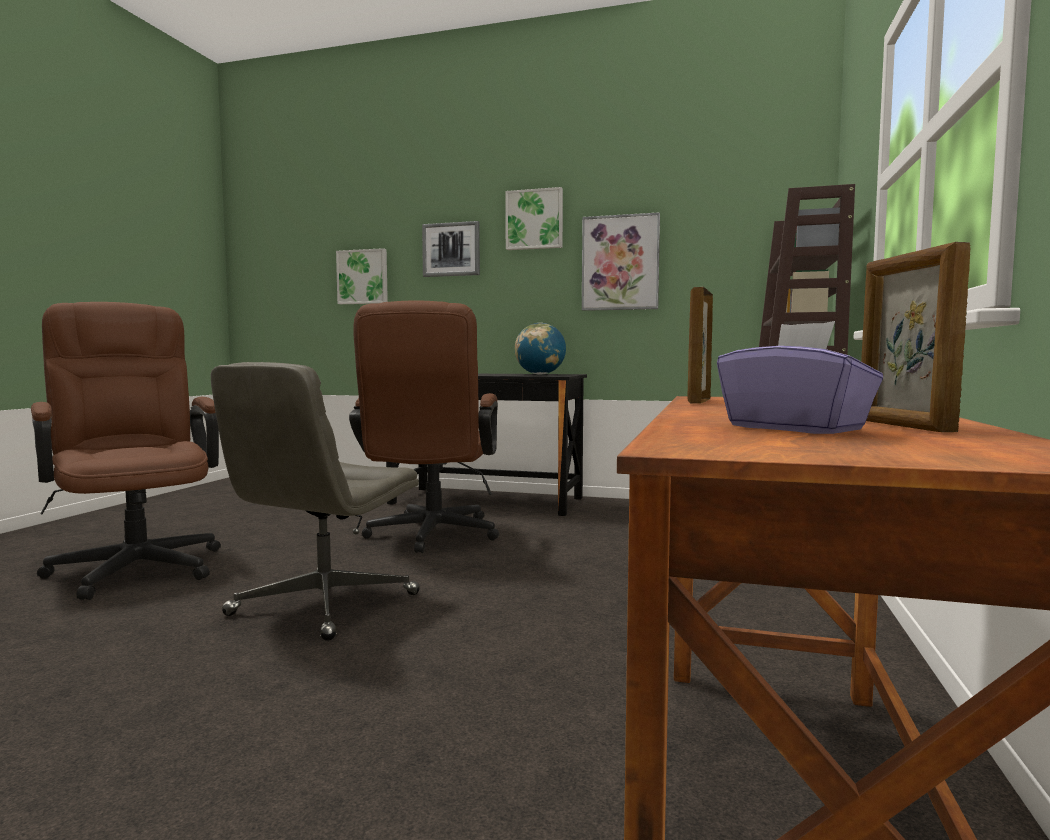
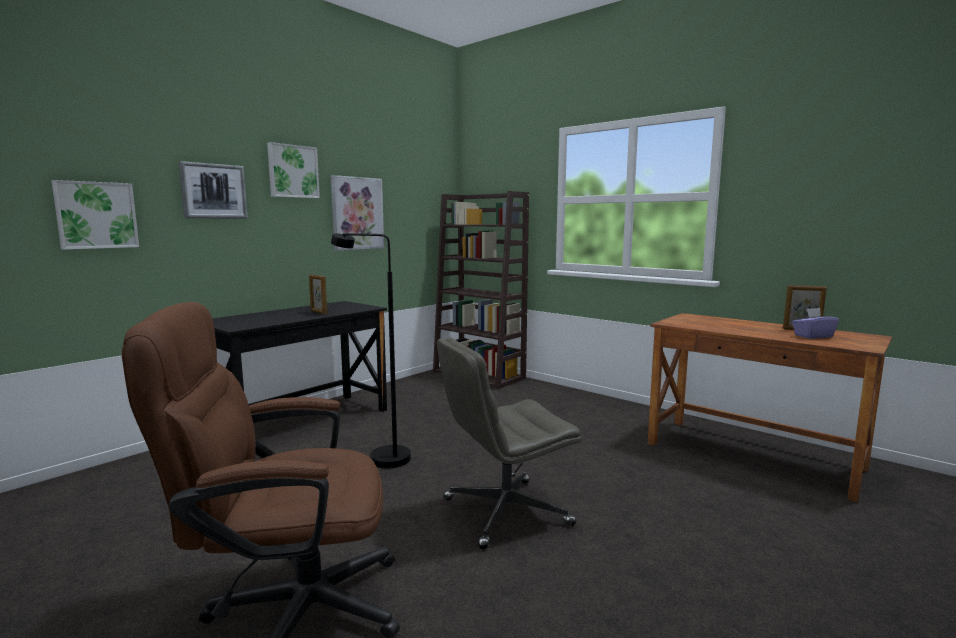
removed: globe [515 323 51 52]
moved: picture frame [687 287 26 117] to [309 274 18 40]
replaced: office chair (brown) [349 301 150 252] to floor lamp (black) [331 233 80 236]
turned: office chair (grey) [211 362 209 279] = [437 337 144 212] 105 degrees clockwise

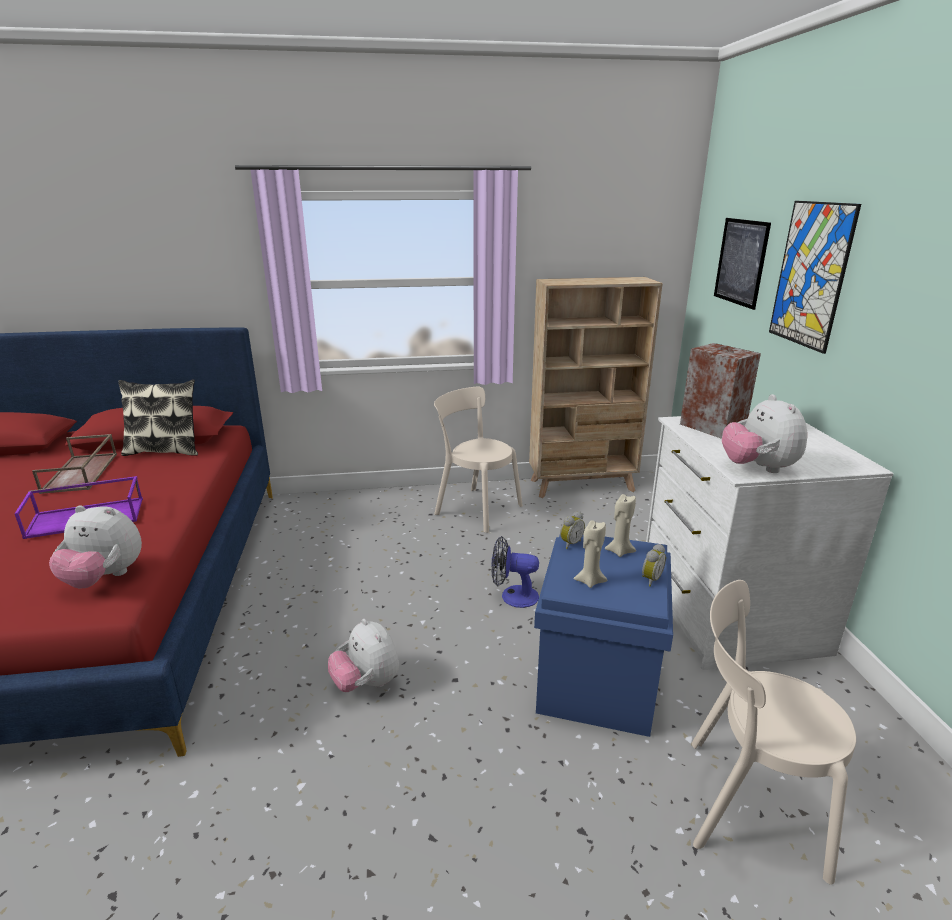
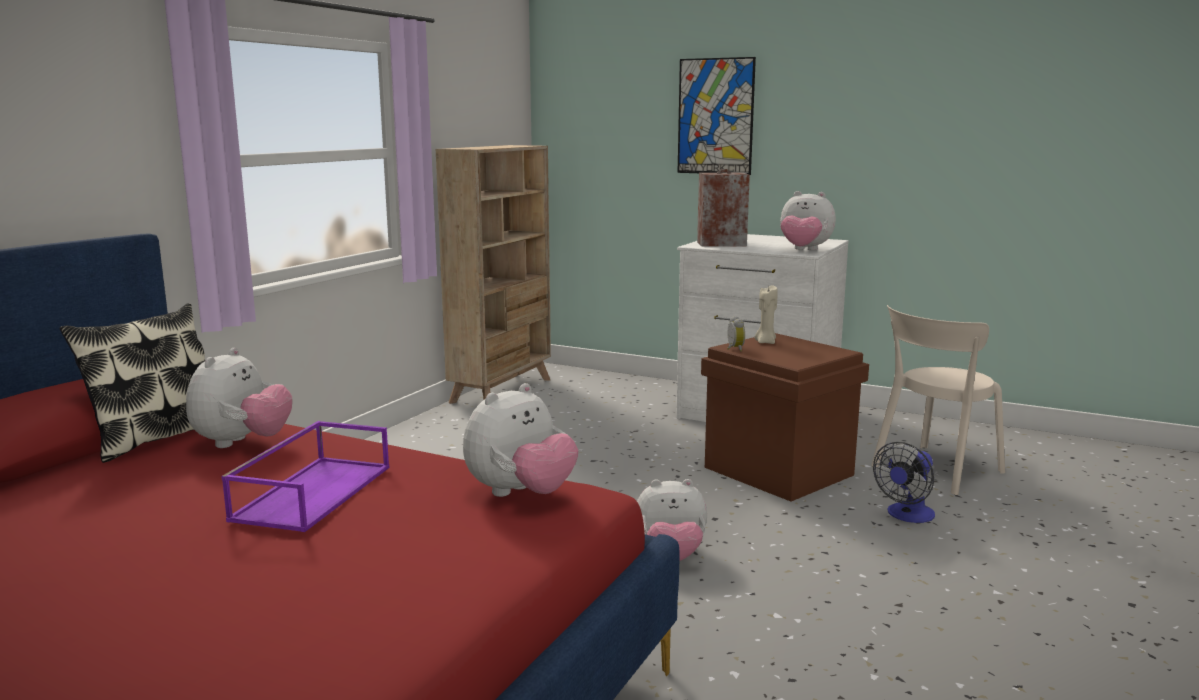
removed: picture [714 218 57 92]; chair (beige) [434 387 89 146]; tray (brown) [32 434 85 60]; candle (beige) [574 520 33 68]; alarm clock [642 544 24 43]
added: plush toy [186 348 106 100]
moved: fan [492 536 47 72] to [873 442 62 81]
recoloured: storage box (blue) [534 535 139 202] to storage box (brown) [701 333 168 169]

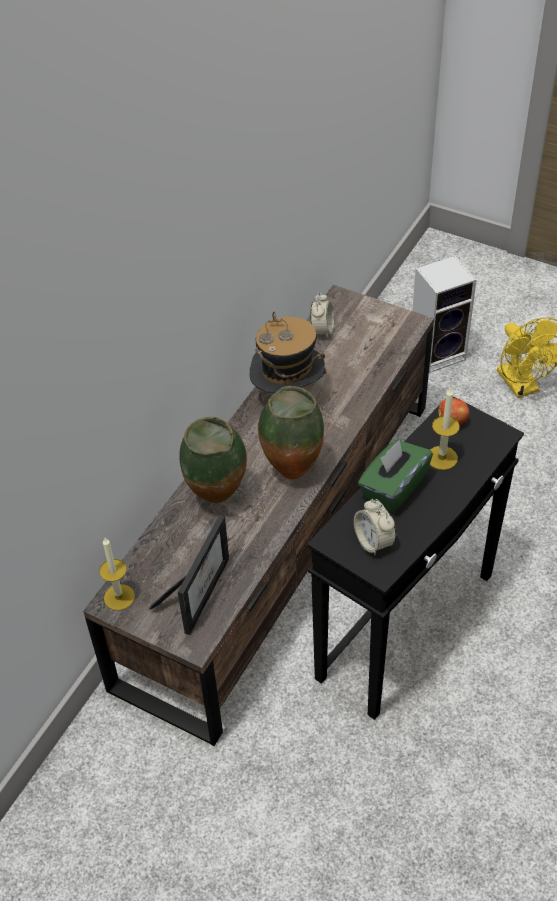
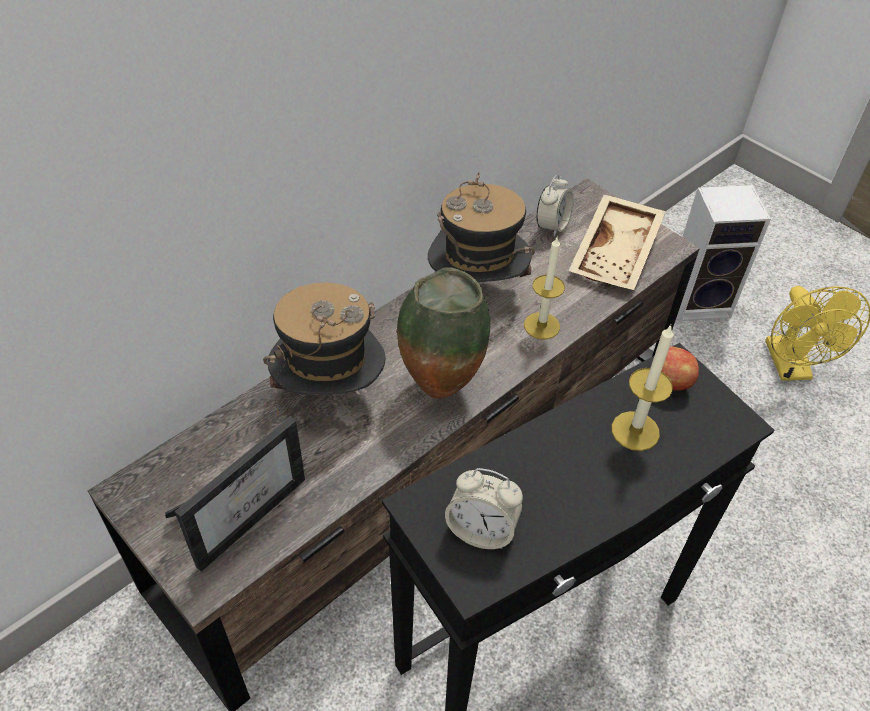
removed: tissue box (green) [358 439 75 74]
added: tray (beige) [569 194 97 96]
moved: candle [99 538 36 73] to [524 237 41 102]
replaced: vase [179 417 68 86] to hat [263 282 123 133]
turned: alarm clock [354 499 42 57] = [445 468 78 81] 60 degrees counterclockwise

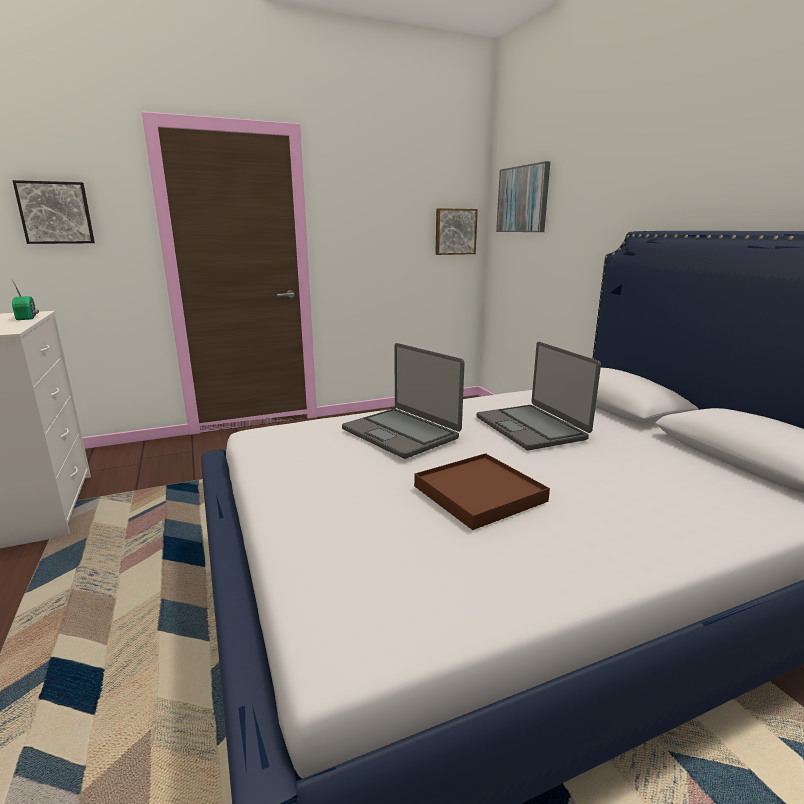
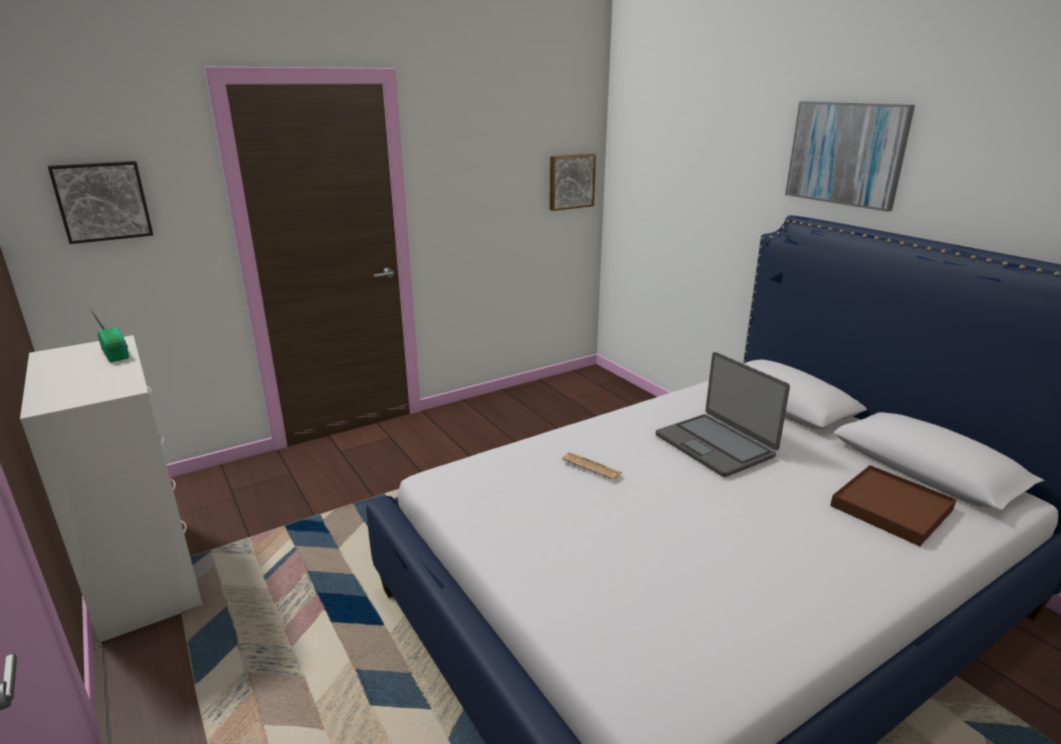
moved: picture [496 161 54 71] to [785 101 130 111]; tray (brown) [414 453 136 77] to [830 465 127 81]
replaced: laptop [342 343 123 116] to newspaper [562 452 60 28]

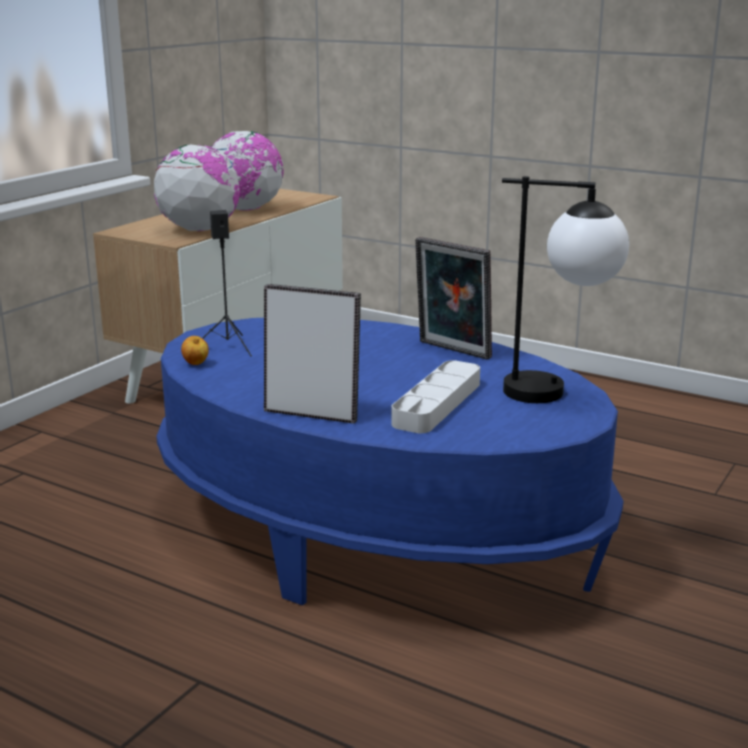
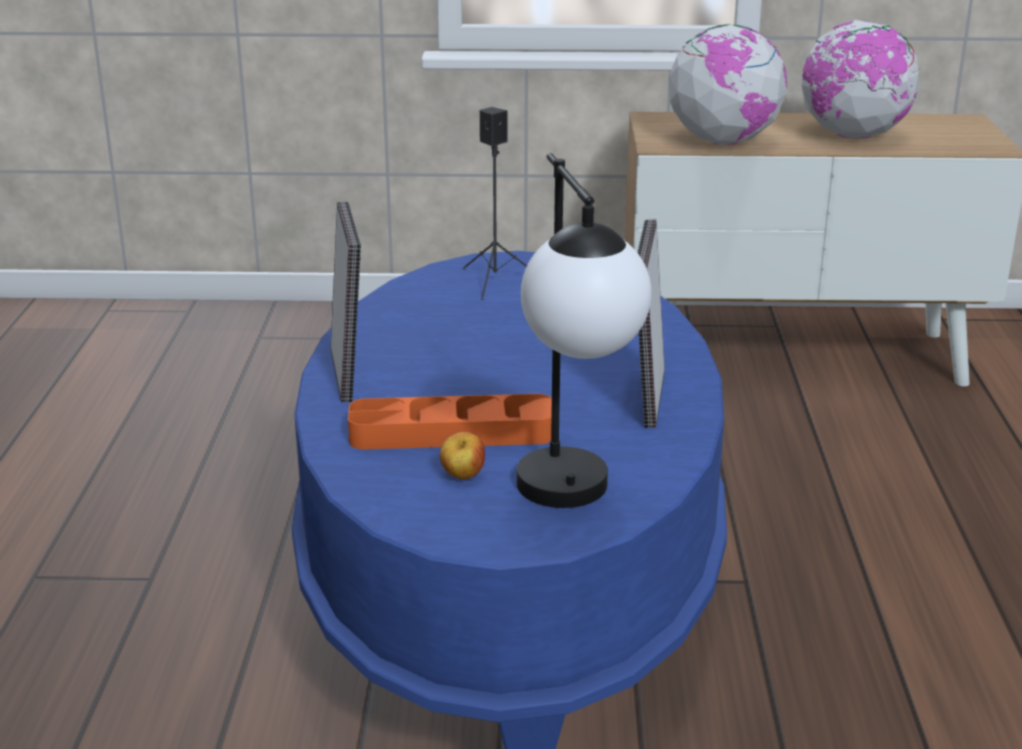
moved: apple [181 336 28 29] to [440 432 45 47]
recoloured: tray (grey) [391 360 89 73] to tray (orange) [348 394 204 56]

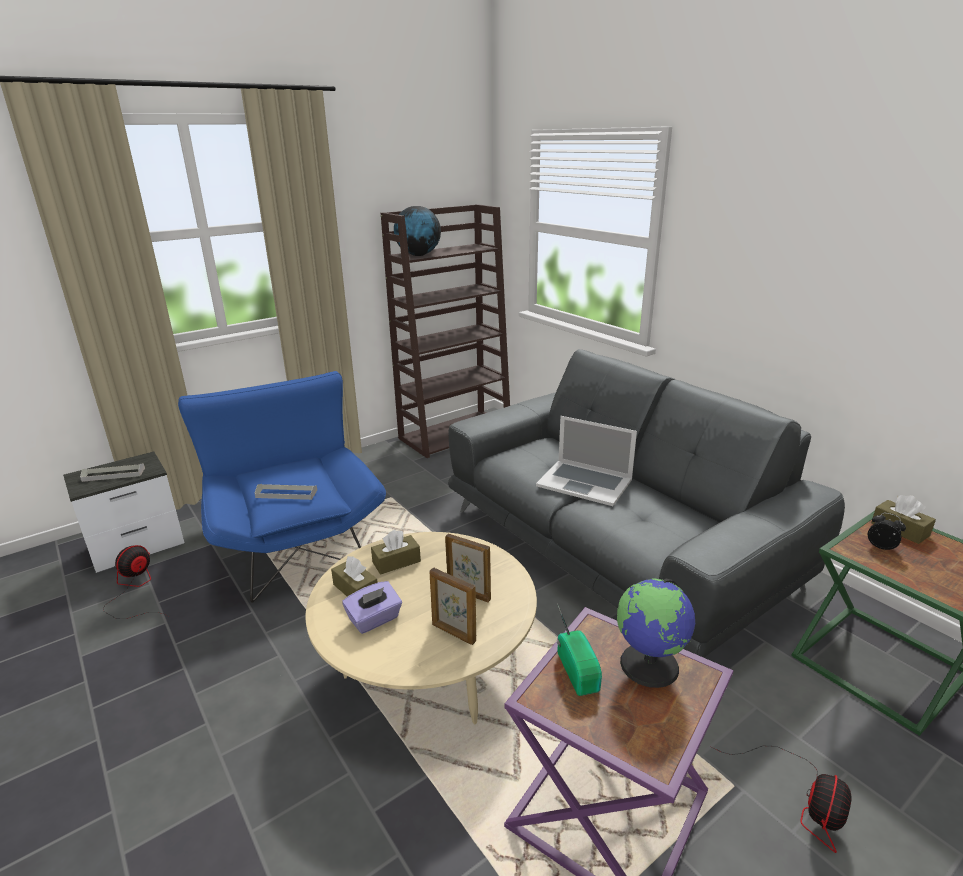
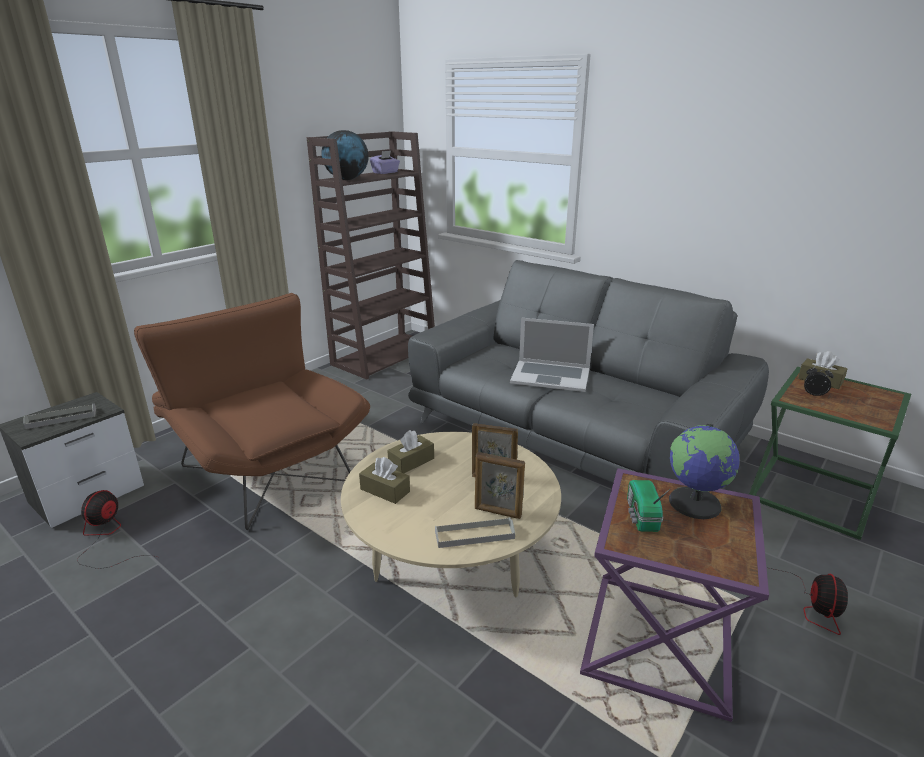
moved: tray (grey) [254 484 63 16] to [435 517 80 31]; tissue box (purple) [342 581 60 53] to [370 151 30 23]
recoloured: armchair (blue) [178 371 208 232] to armchair (brown) [134 293 236 237]
turned: radio [557 603 45 93] = [627 480 43 52] 150 degrees counterclockwise

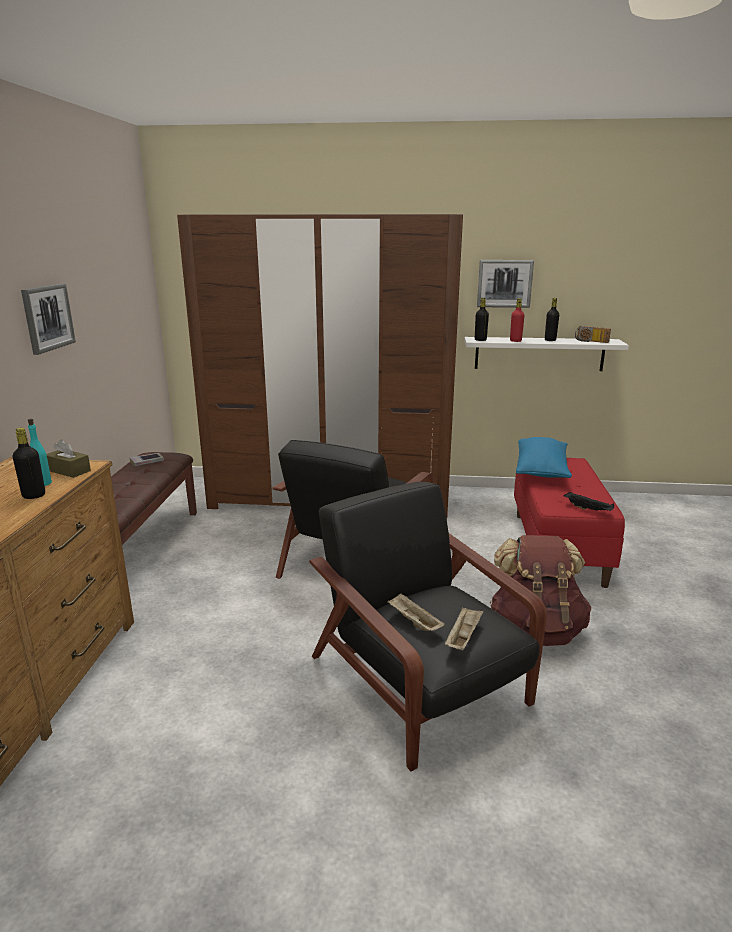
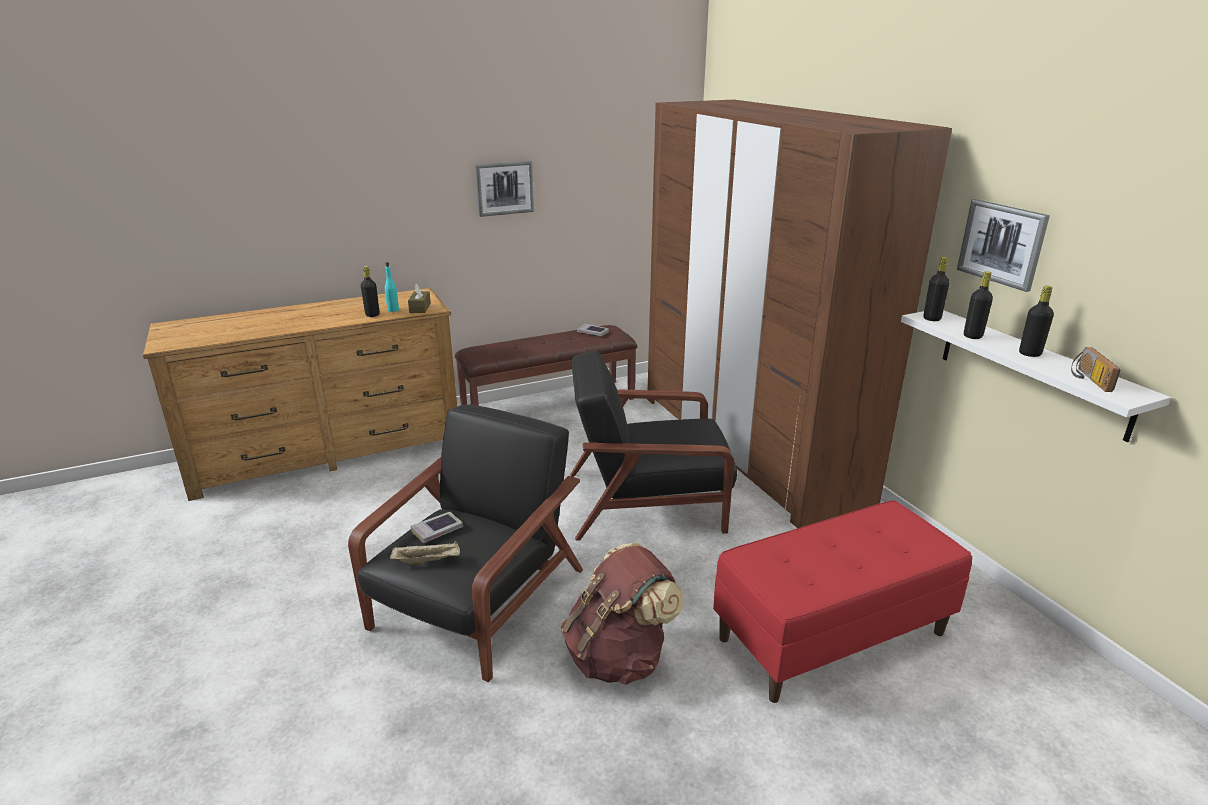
removed: pillow (blue) [516 437 56 41]; tray (black) [564 492 50 19]
replaced: tray (beige) [387 593 58 38] to book [411 512 52 31]
recoloured: bottle (red) [510 298 15 44] to bottle (black) [964 271 29 68]

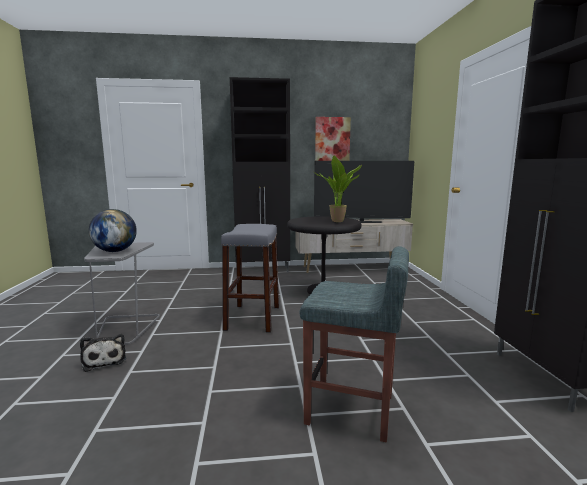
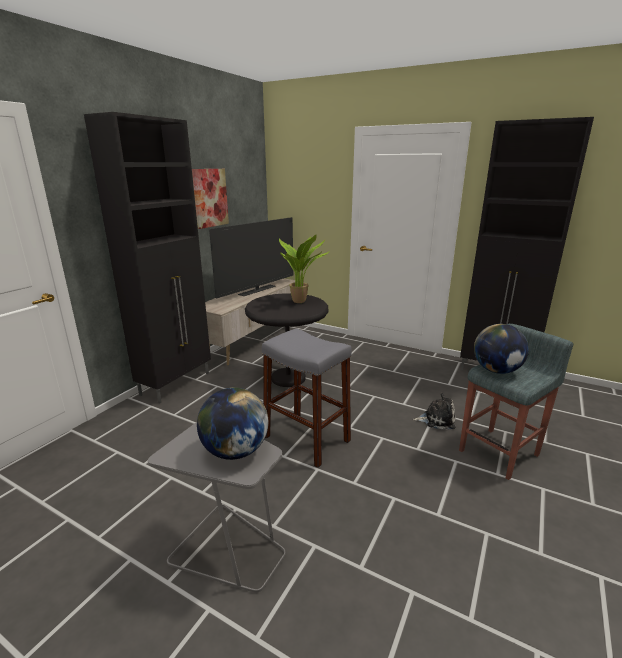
added: globe [474 324 55 50]
moved: plush toy [80 334 46 38] to [413 393 43 37]

